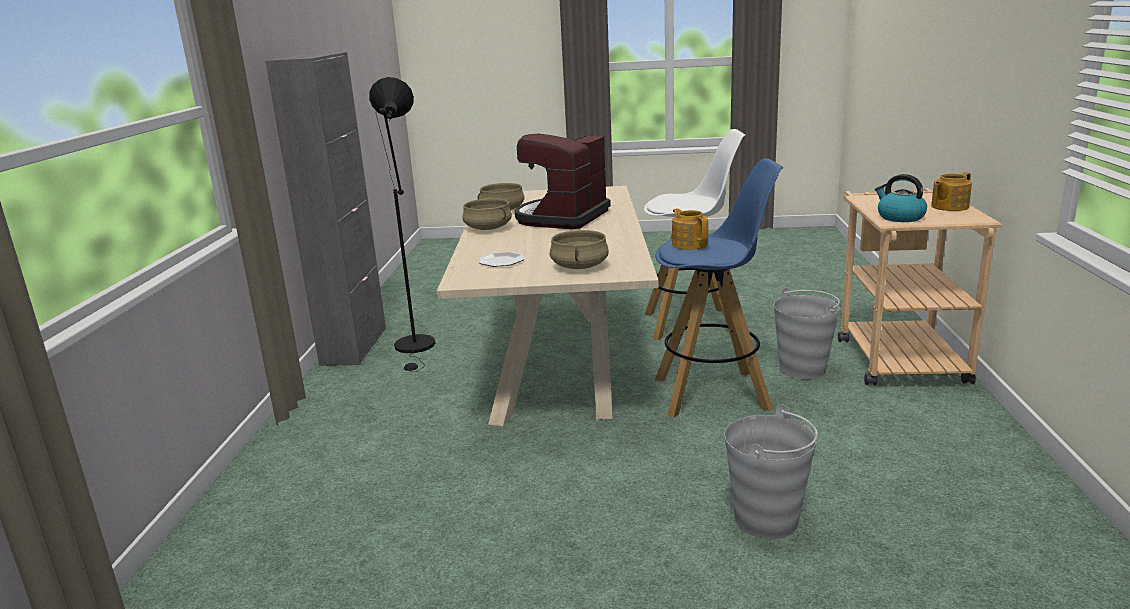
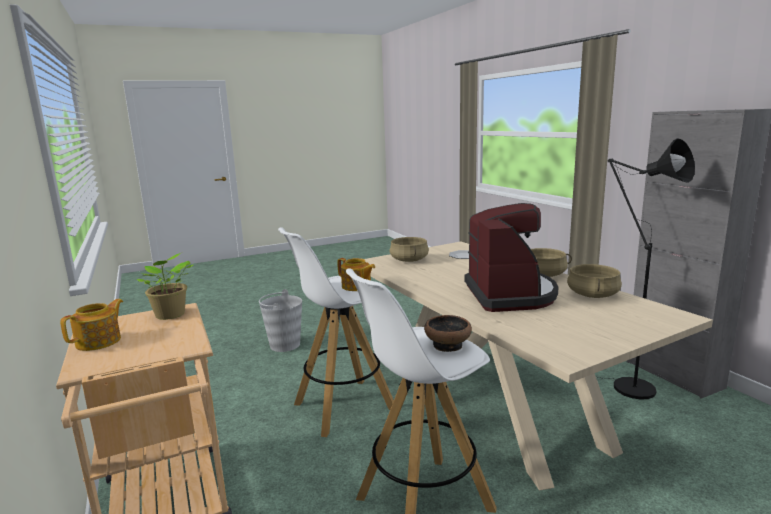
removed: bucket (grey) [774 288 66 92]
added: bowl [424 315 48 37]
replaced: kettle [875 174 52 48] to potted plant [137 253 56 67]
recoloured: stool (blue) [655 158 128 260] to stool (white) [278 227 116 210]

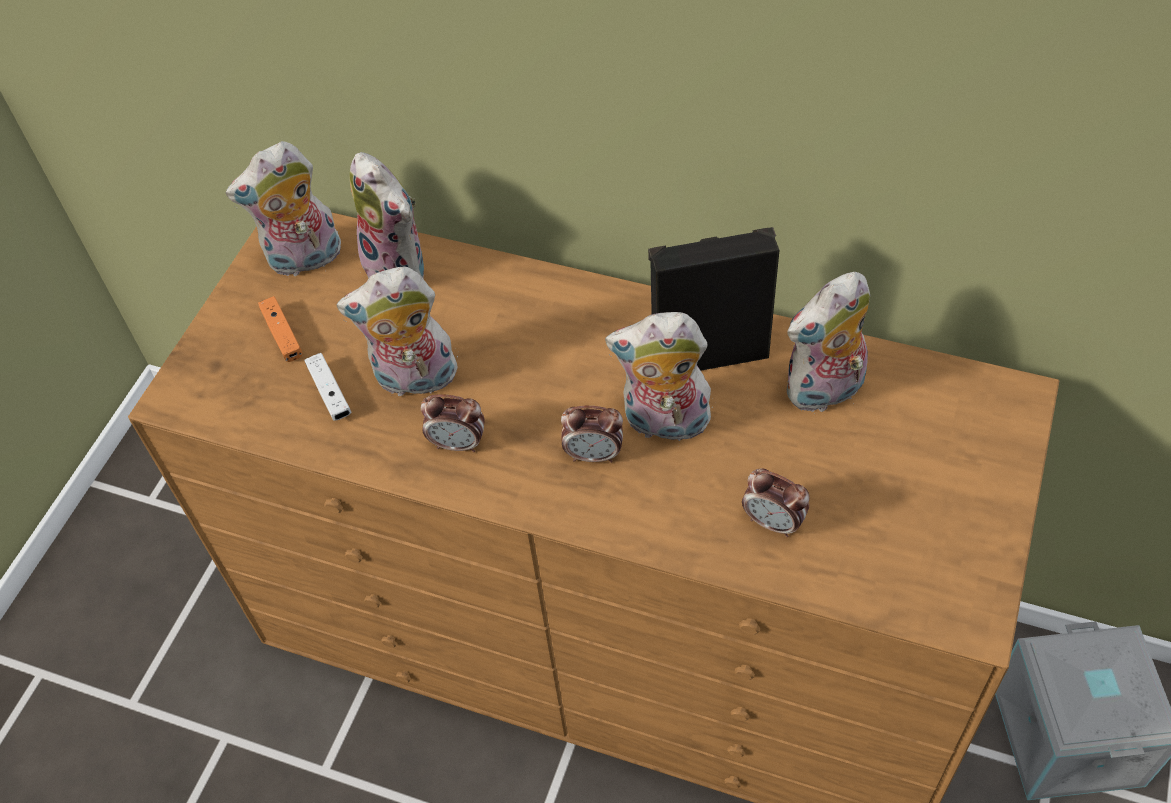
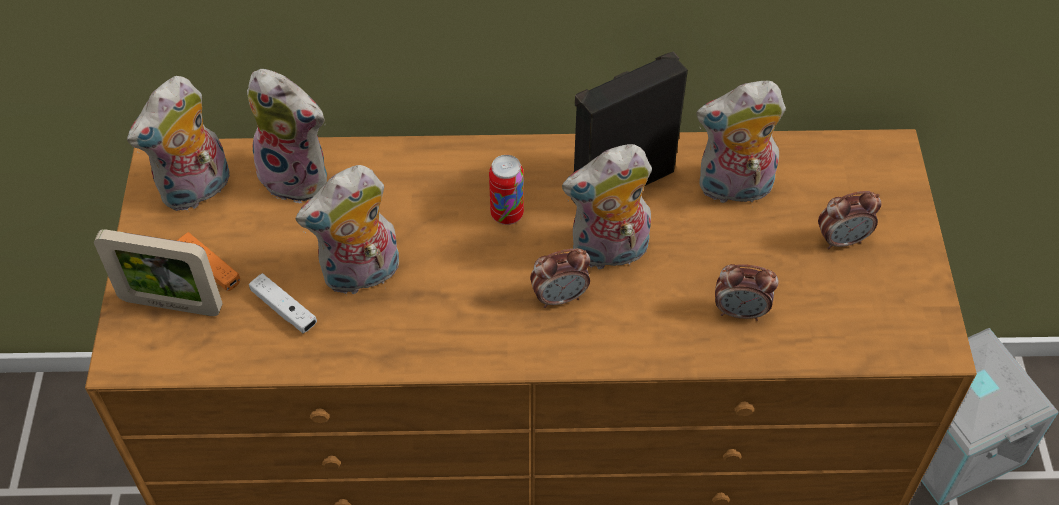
added: can [489 155 35 70]; picture frame [94 229 128 87]
moved: alarm clock [421 394 64 58] to [818 191 64 58]
turned: plush toy [787 272 83 142] = [696 81 90 126] 45 degrees clockwise

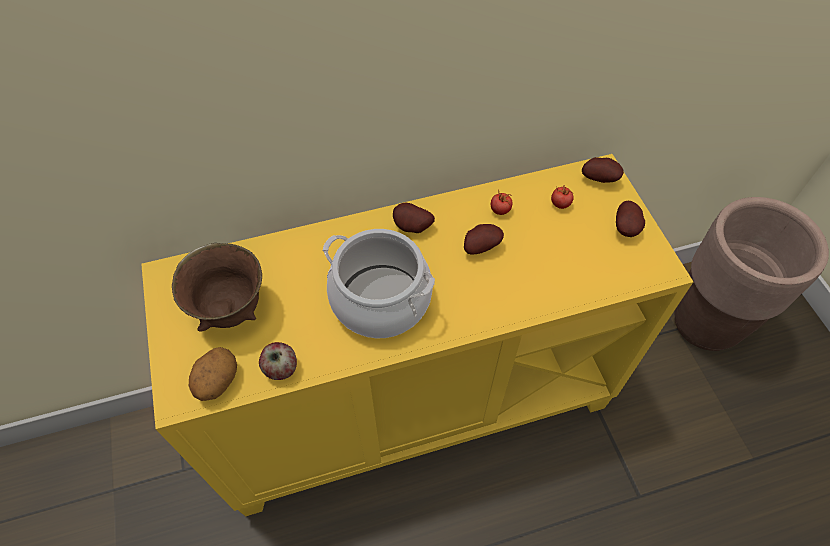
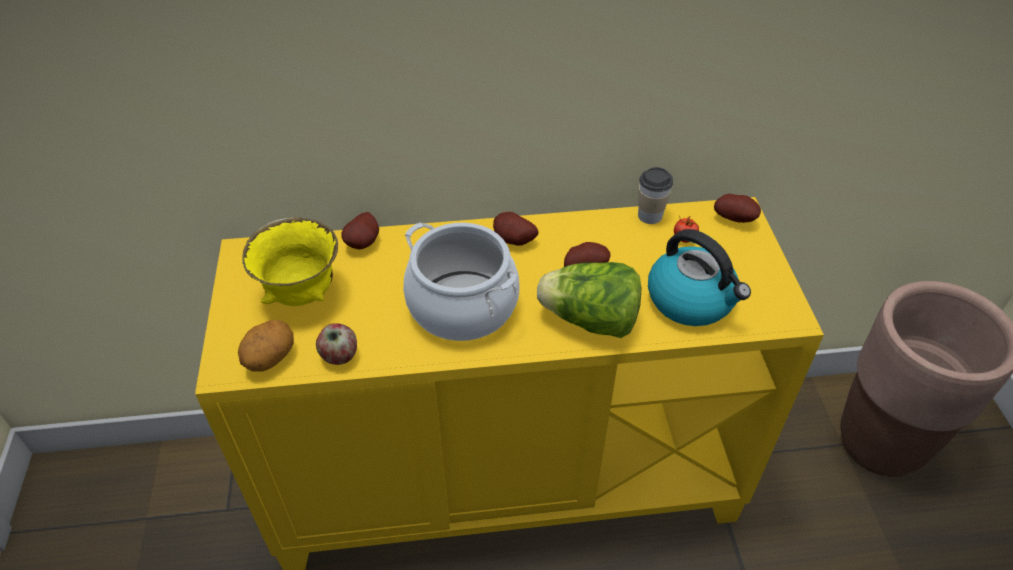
removed: tomato [491 193 22 22]
added: cup [638 167 35 57]; kettle [648 229 103 97]; lettuce [537 262 105 76]
moved: potato [616 201 29 36] to [341 212 38 38]
recoloured: bowl (brown) [172 243 90 88] to bowl (yellow) [242 217 96 89]

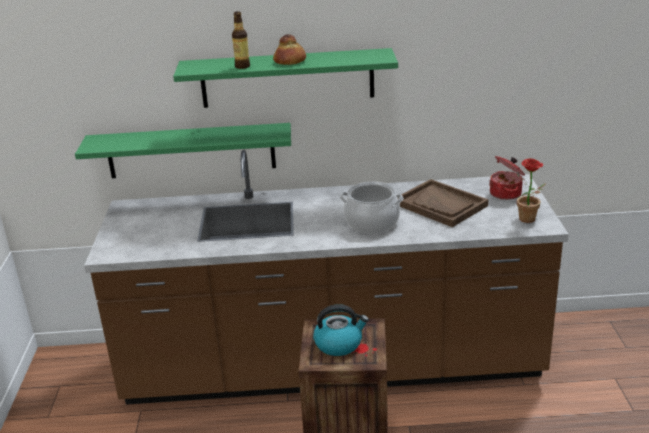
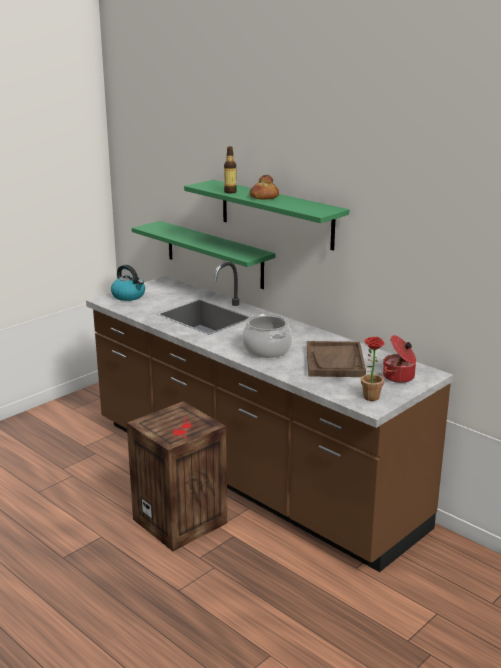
moved: kettle [313 304 56 52] to [111 265 34 36]

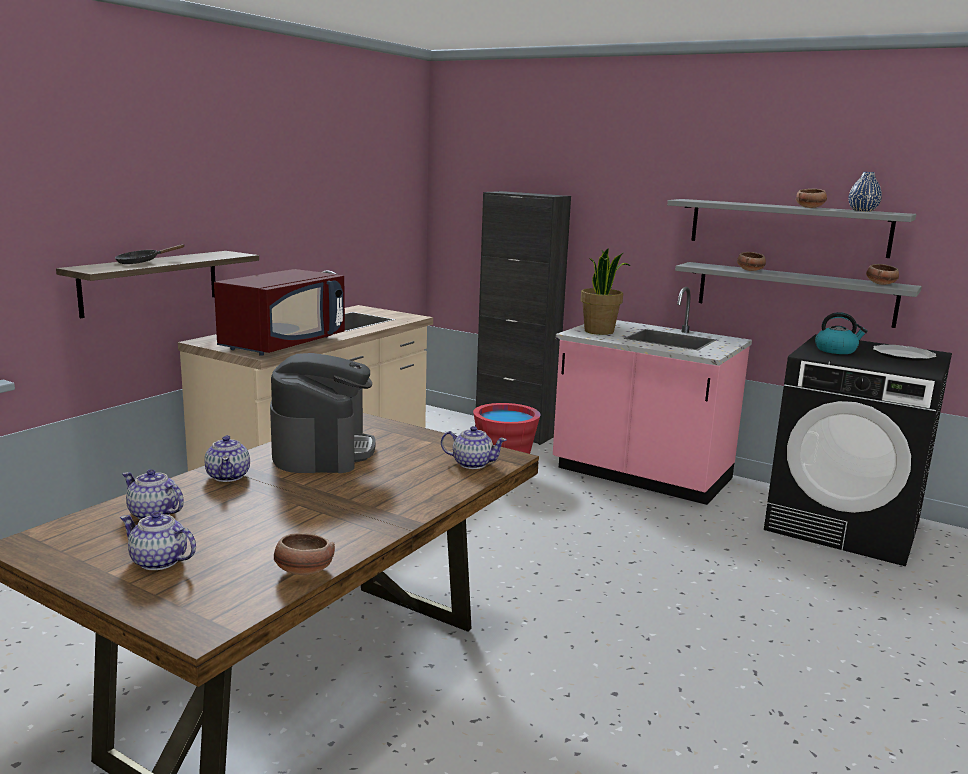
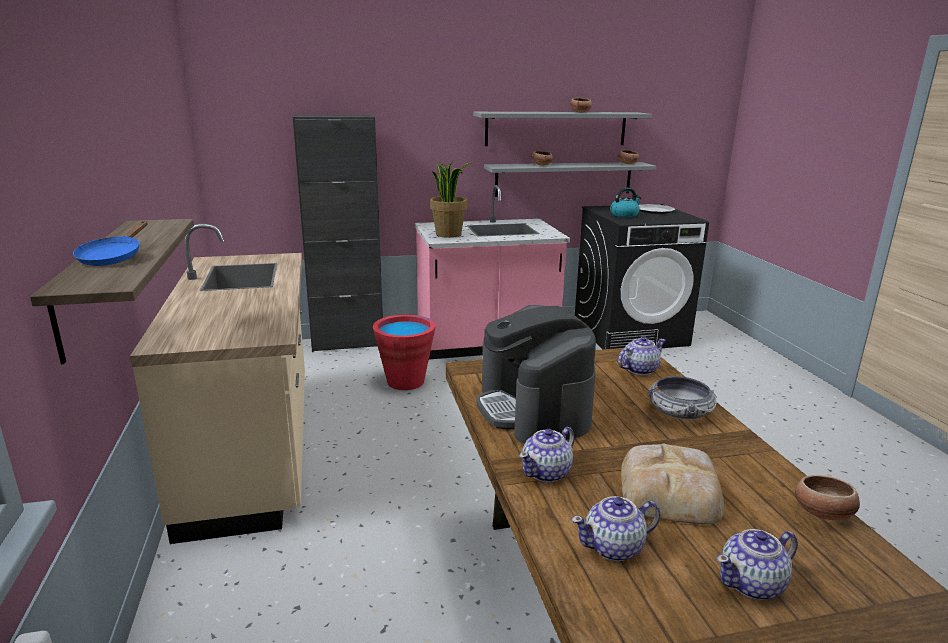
removed: vase (blue) [849 172 33 40]; microwave (red) [214 269 131 87]
added: bowl [648 376 69 44]; bread [621 444 103 81]
recoloured: frying pan (black) [115 244 69 20] to frying pan (blue) [73 221 74 45]
turned: coffee machine [270 353 105 120] = [476 305 120 139] 150 degrees counterclockwise; teapot [204 435 46 47] = [519 427 56 55] 105 degrees clockwise

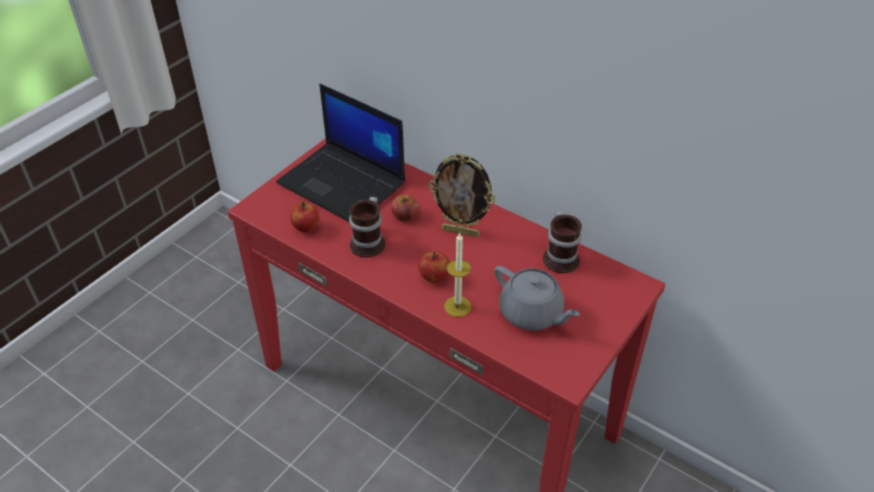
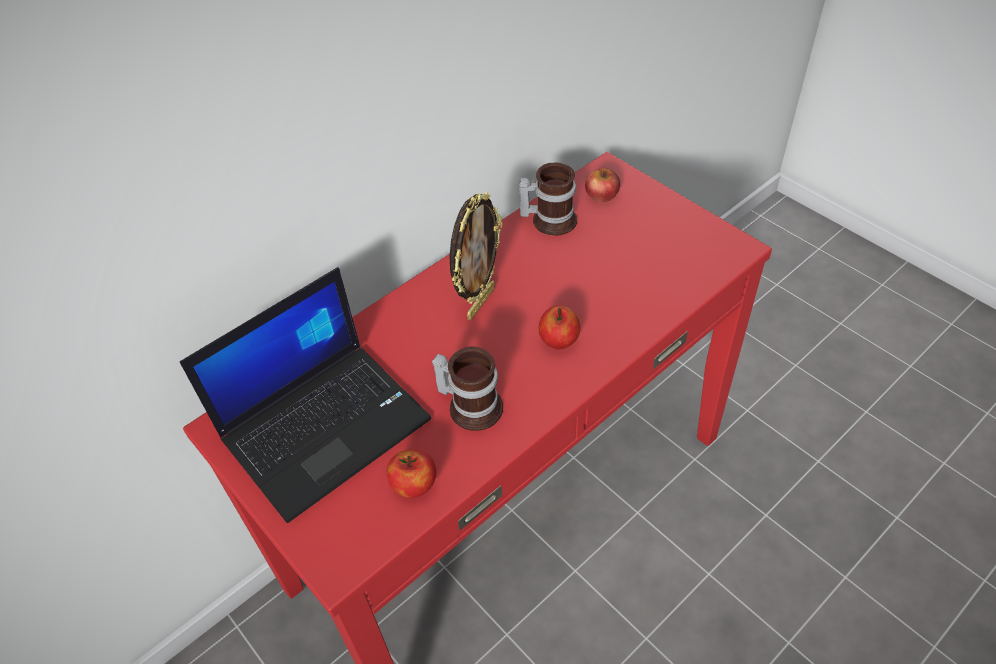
removed: candle [444 233 27 84]; teapot (grey) [494 266 86 65]
moved: apple [391 195 29 27] to [585 168 35 34]

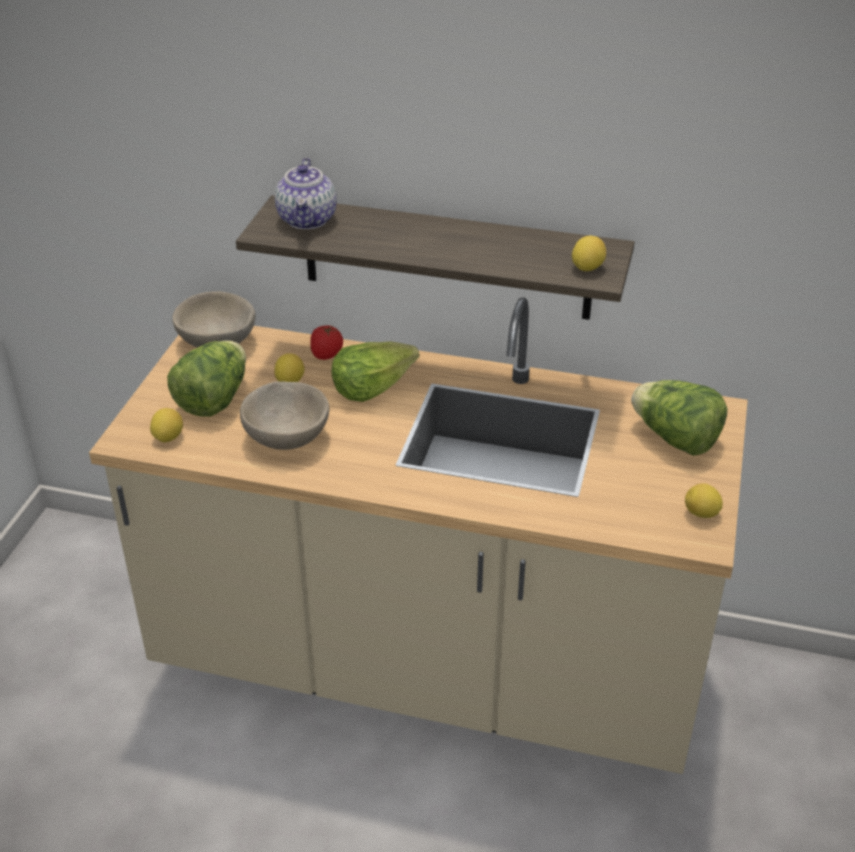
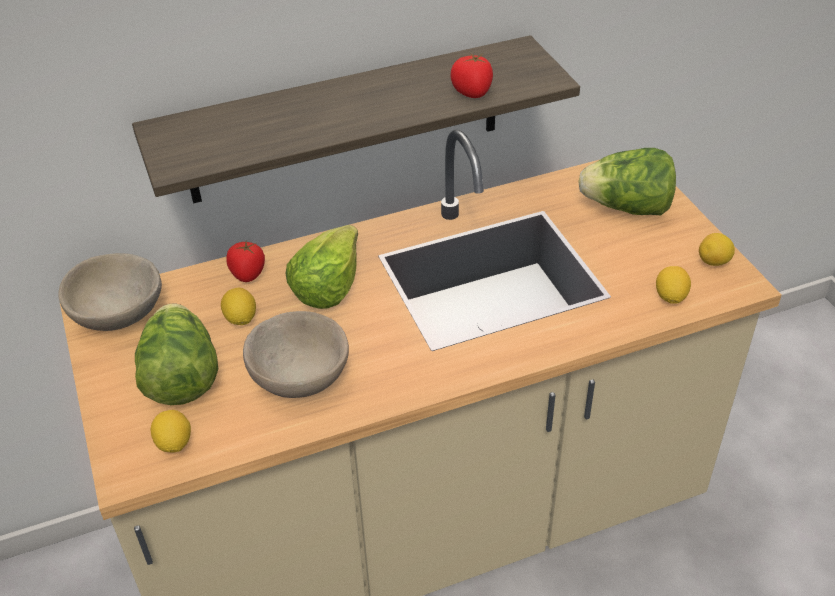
removed: teapot [275 158 61 71]
added: tomato [451 53 42 45]
moved: lemon [572 236 34 35] to [656 266 35 38]

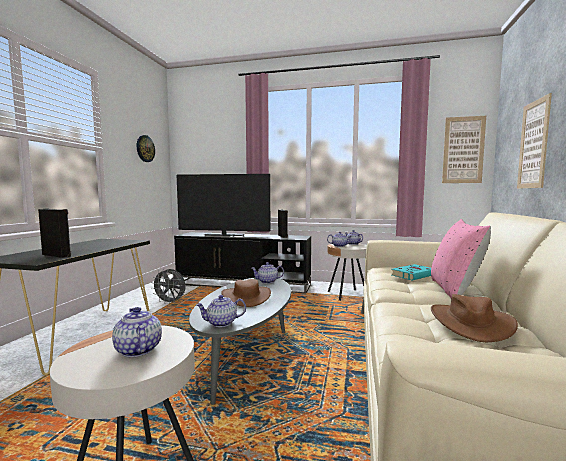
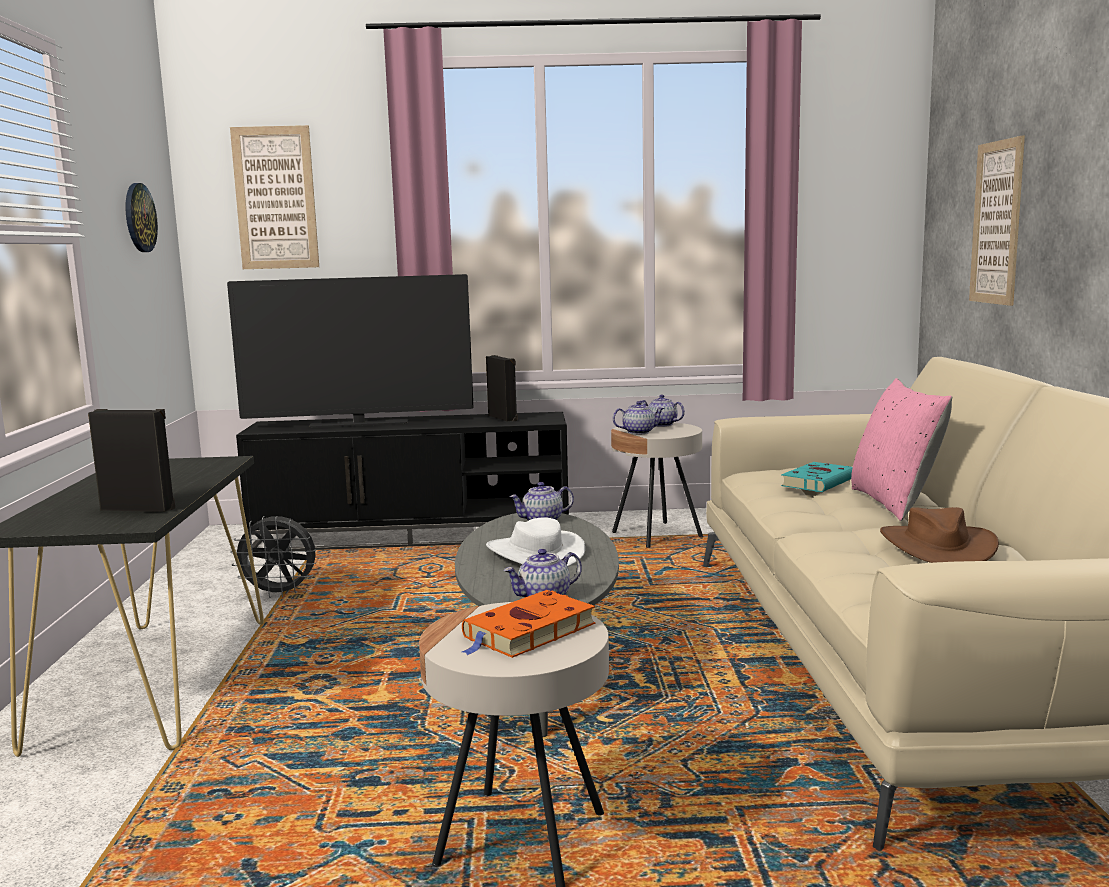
moved: picture [442 116 44 67] to [230 125 89 144]
replaced: teapot [112 307 50 51] to book (orange) [462 590 133 68]
recoloured: hat (brown) [221 279 50 28] to hat (white) [486 517 99 50]

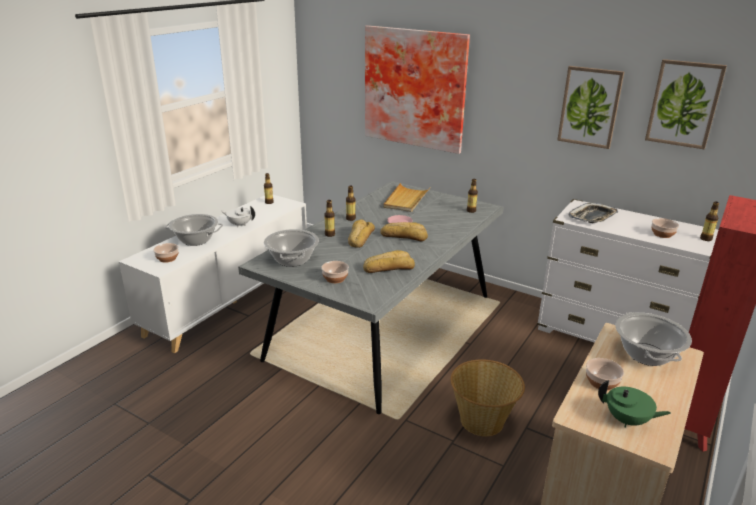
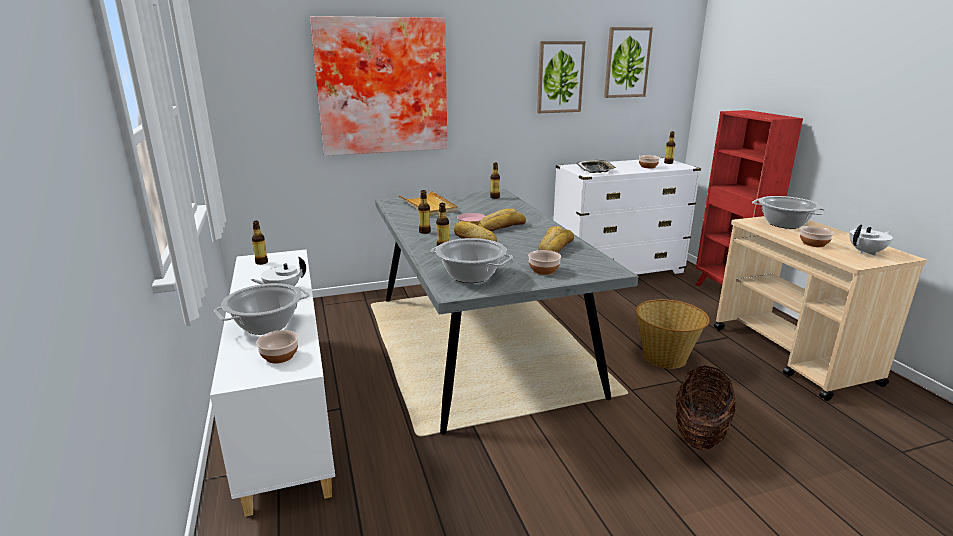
added: basket [676 365 60 85]
recoloured: teapot (green) [598 380 73 48] to teapot (white) [849 224 44 32]

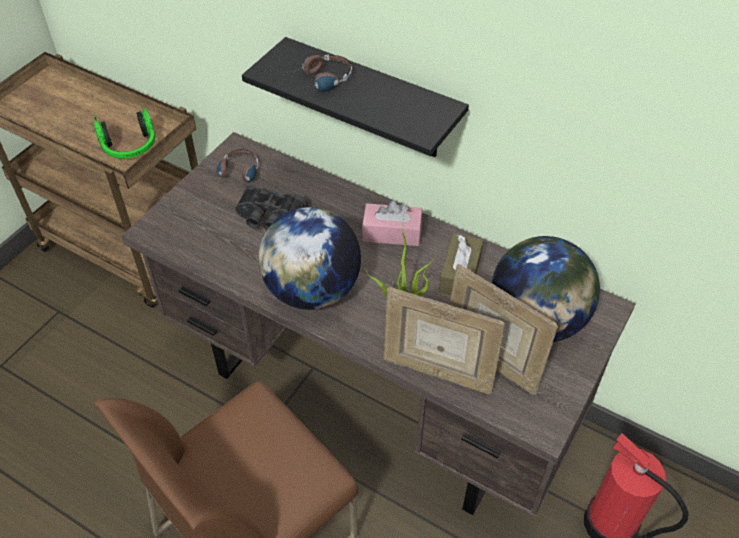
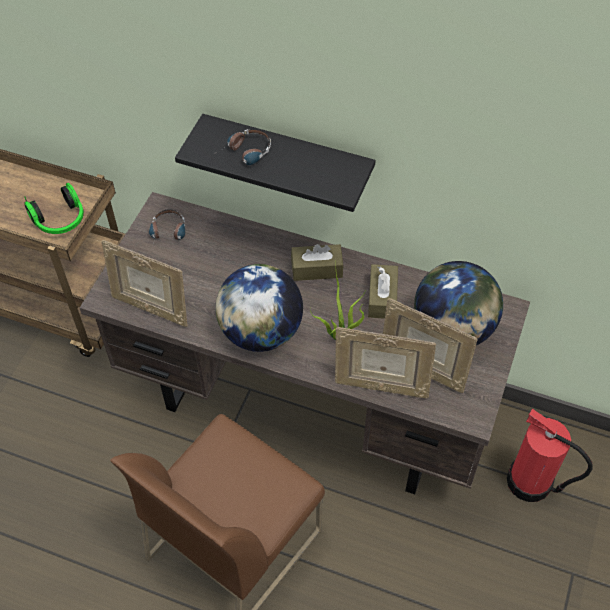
removed: binoculars (black) [235 185 73 45]
added: picture frame [101 240 87 87]
recoloured: tissue box (pink) [362 200 60 46] to tissue box (brown) [291 244 53 37]

